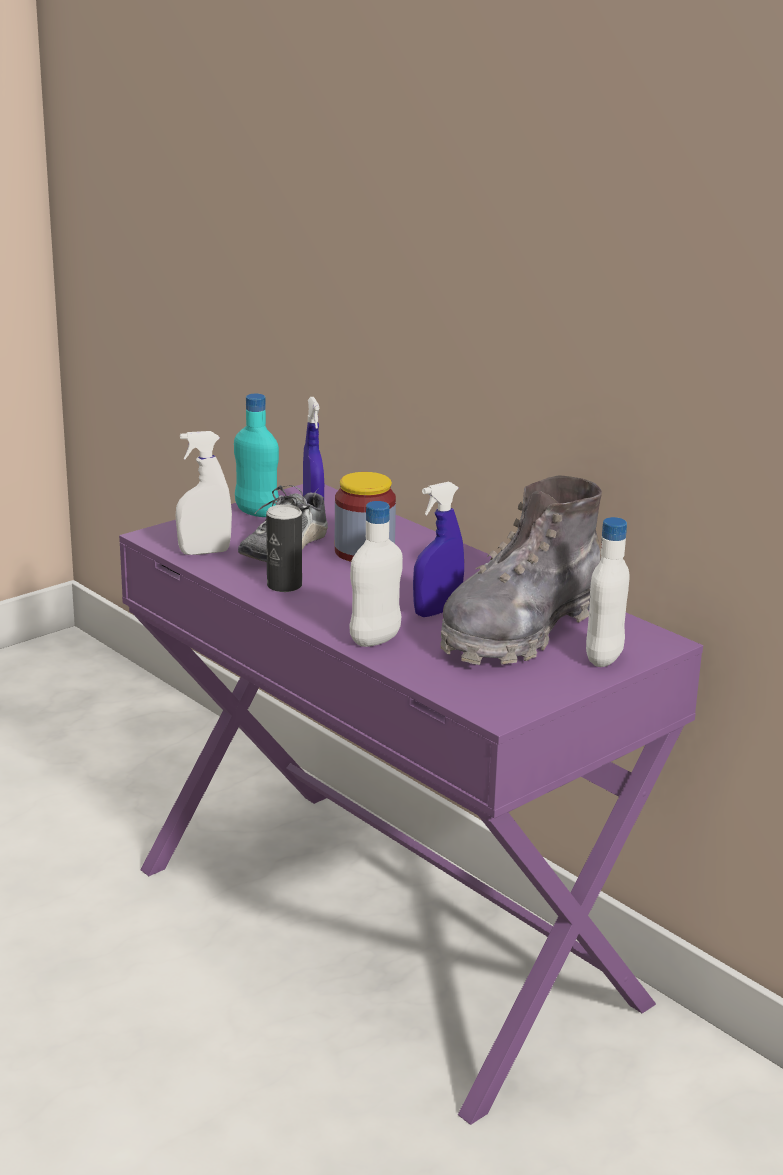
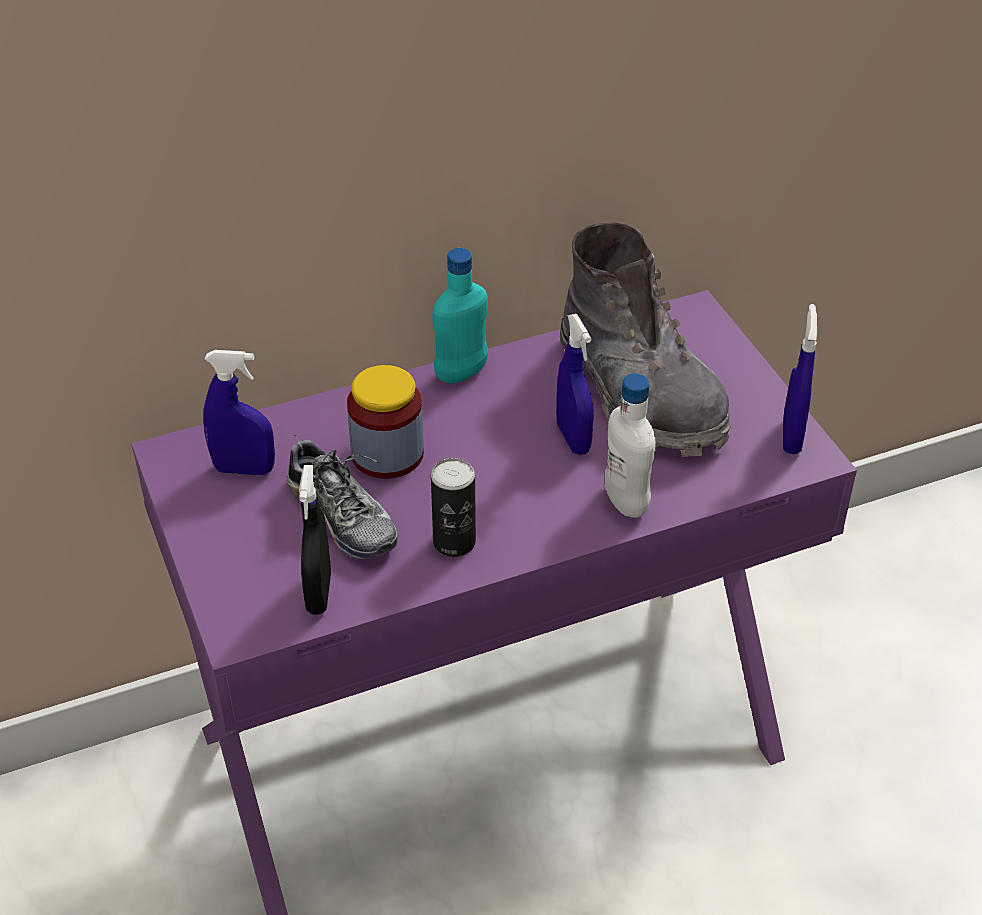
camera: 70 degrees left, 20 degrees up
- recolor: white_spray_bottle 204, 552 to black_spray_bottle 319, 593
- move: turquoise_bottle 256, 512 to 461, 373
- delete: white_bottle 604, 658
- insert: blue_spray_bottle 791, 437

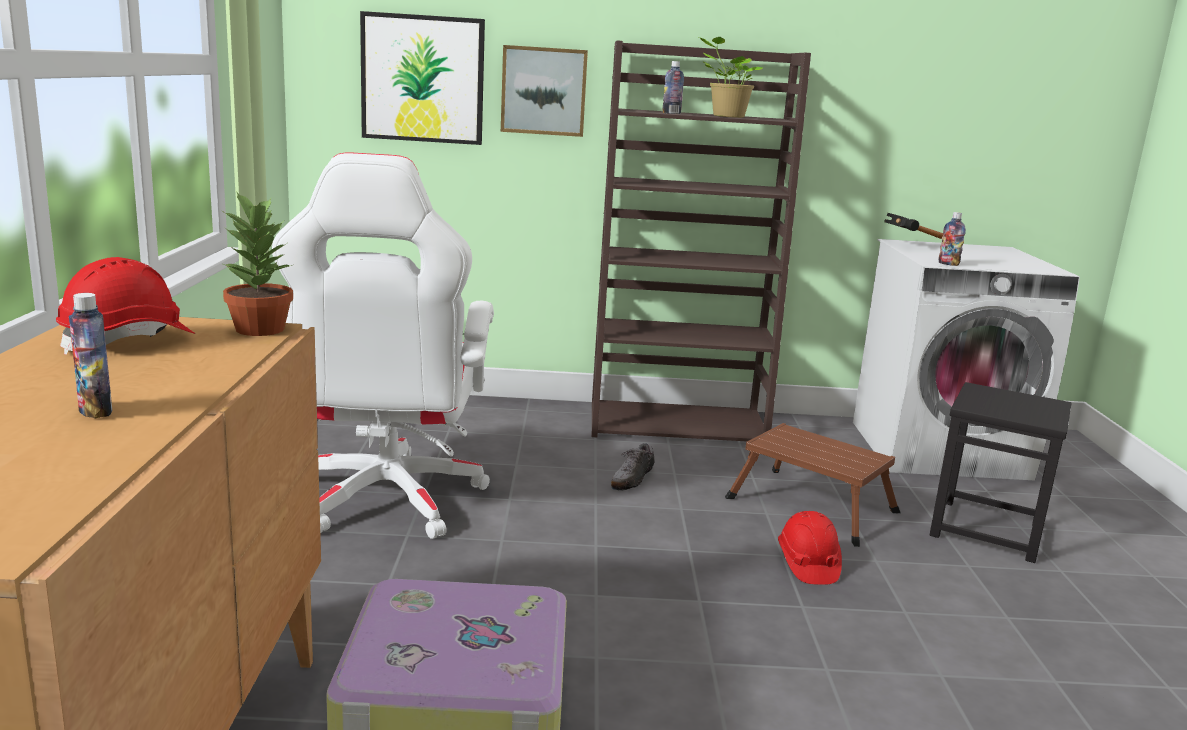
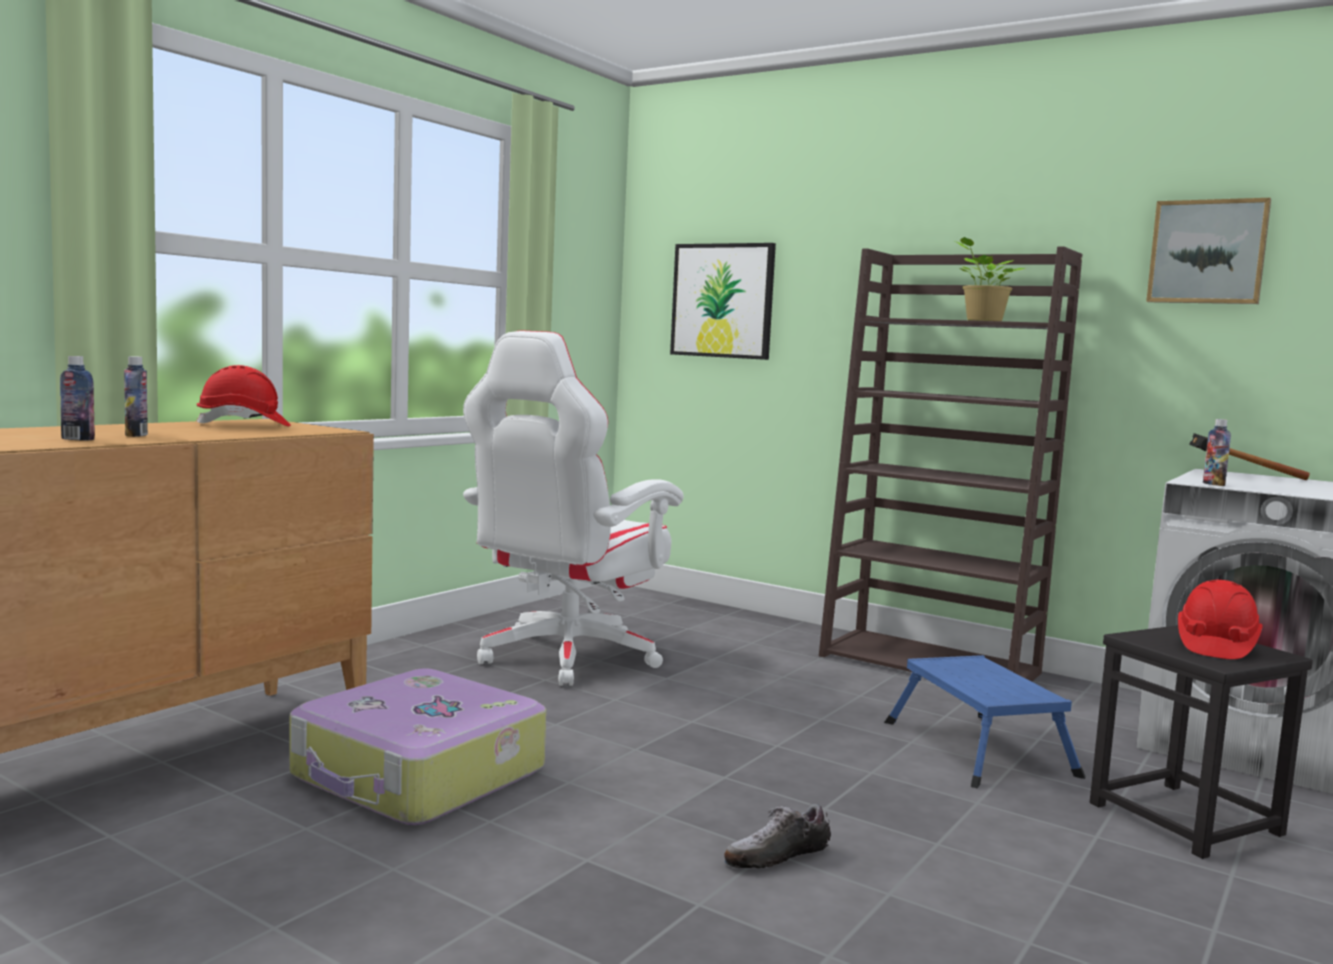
camera: 35 degrees right, 10 degrees down
- delete: potted_plant 260, 329
- move: picture 544, 91 to 1207, 252
- move: shoe 632, 479 to 776, 856
- move: bottle 671, 113 to 78, 439
- recolor: brown_step_ladder 811, 504 to blue_step_ladder 978, 748
- move: red_hard_hat 807, 564 to 1215, 646

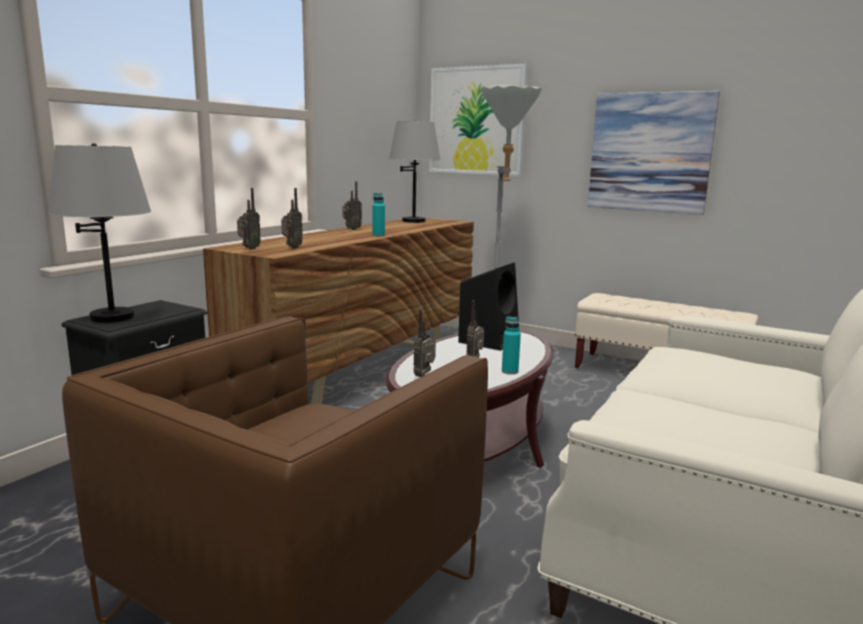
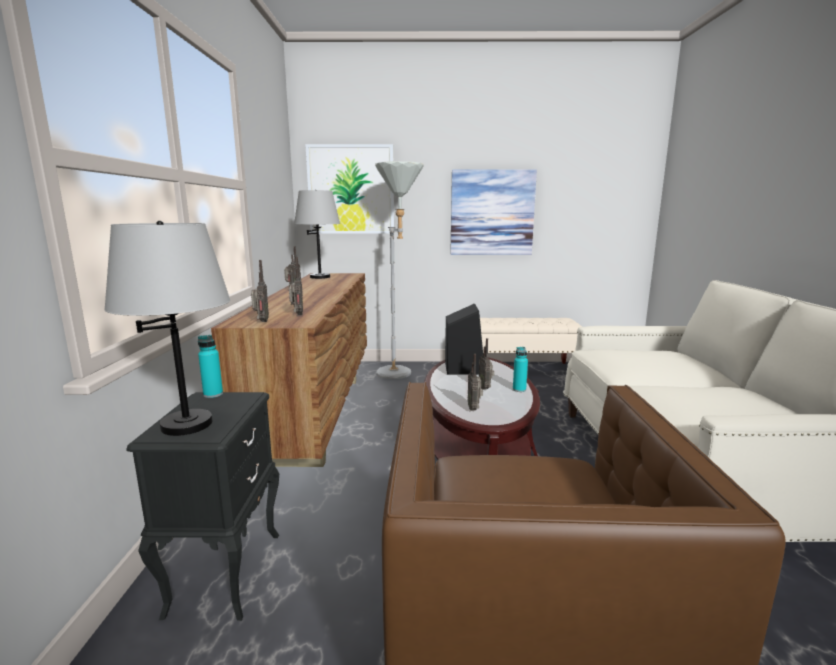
camera: 30 degrees left, 0 degrees up
- move: turquoise_bottle 378, 235 to 213, 394

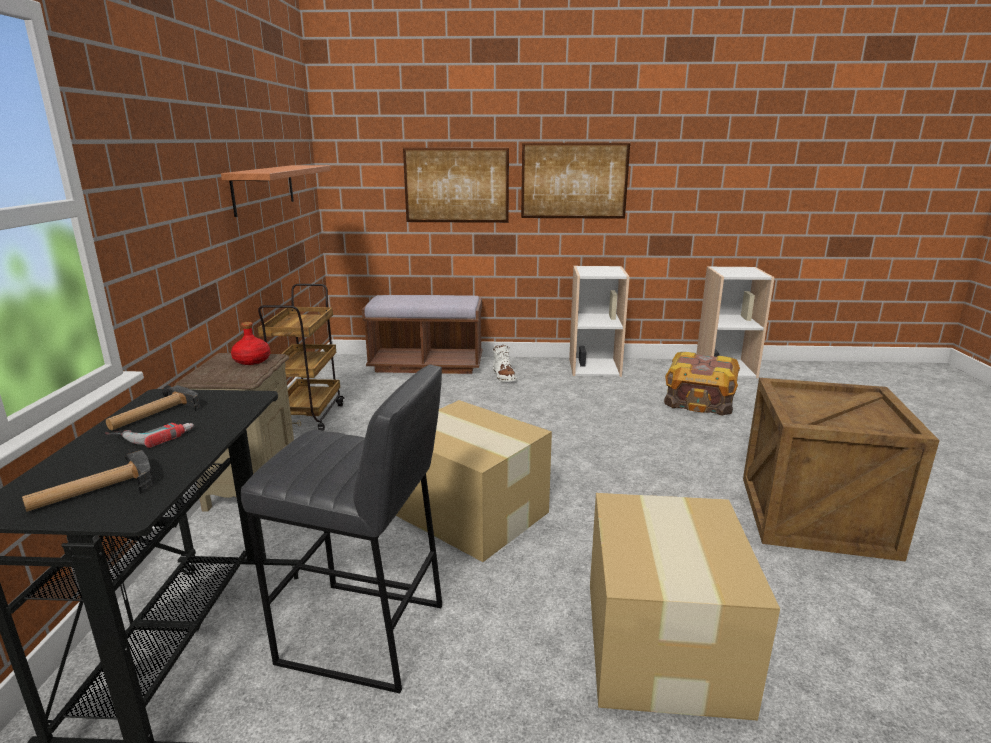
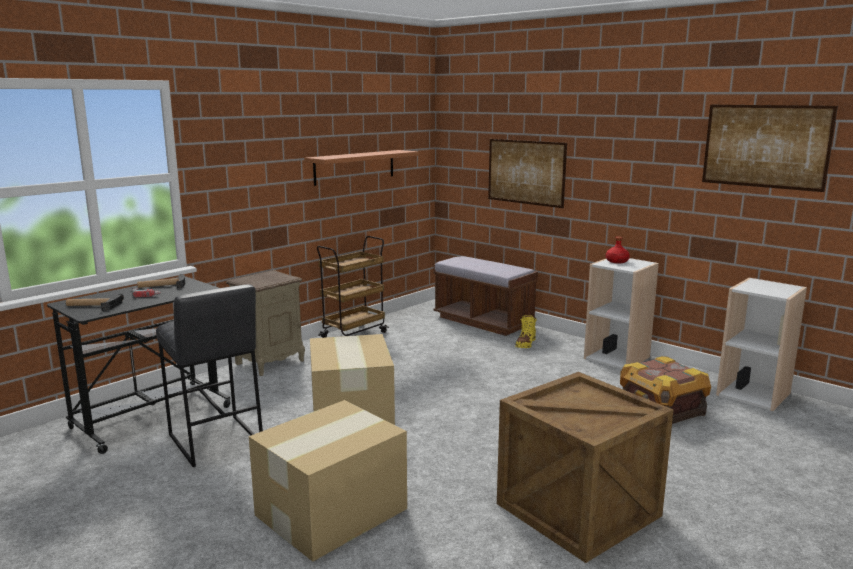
camera: 40 degrees right, 5 degrees down
- move: red_bottle 251, 360 to 617, 261
- recolor: white_boot 503, 376 to yellow_boot 525, 344
- move: picture 574, 181 to 765, 146

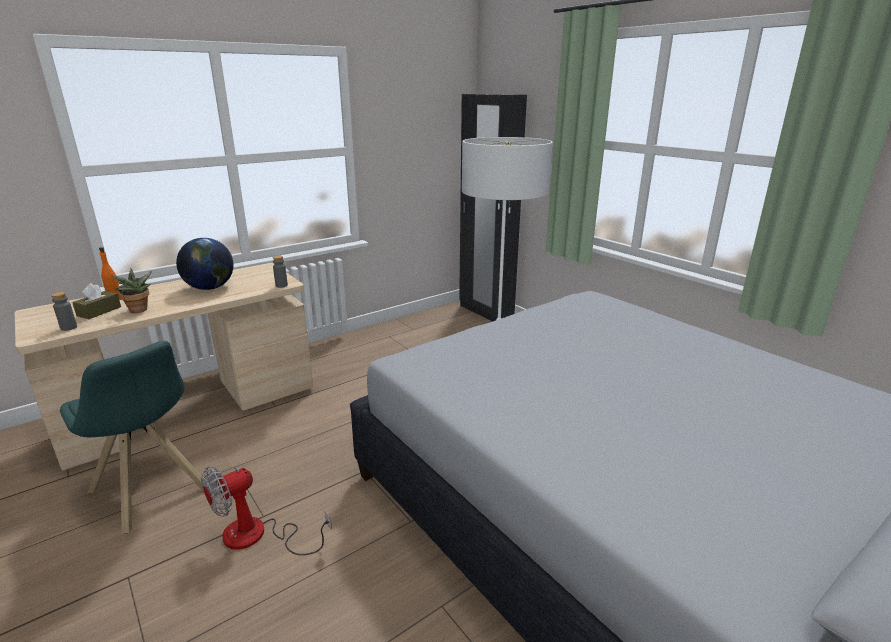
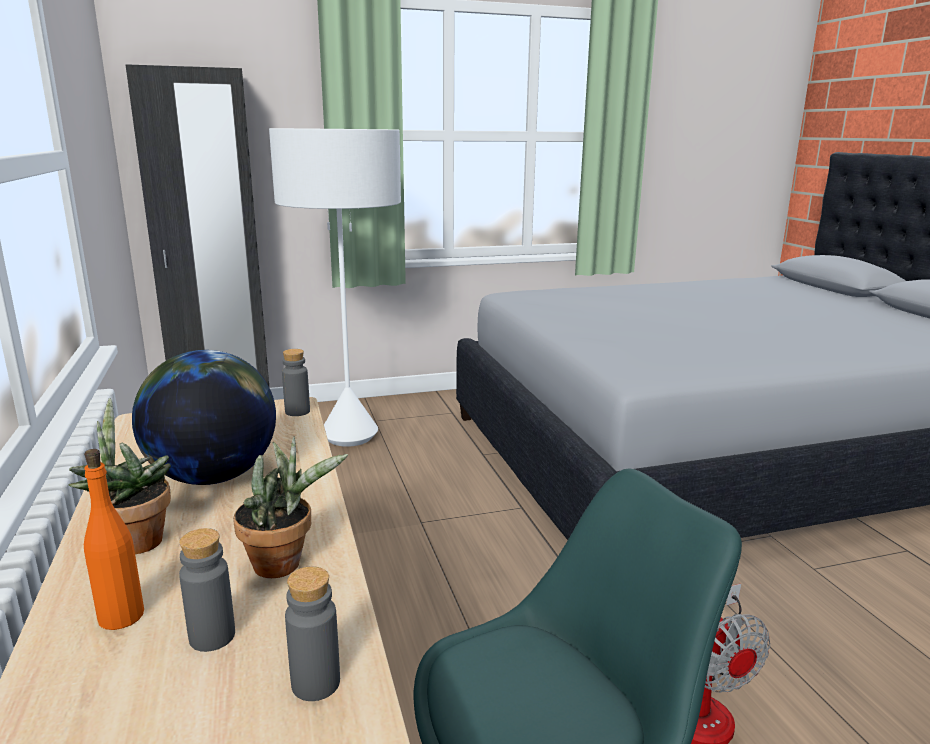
camera: 70 degrees left, 5 degrees down
- replace: brown_tissue_box 99, 311 to grey_bottle 212, 636
- insert: potted_plant 134, 540

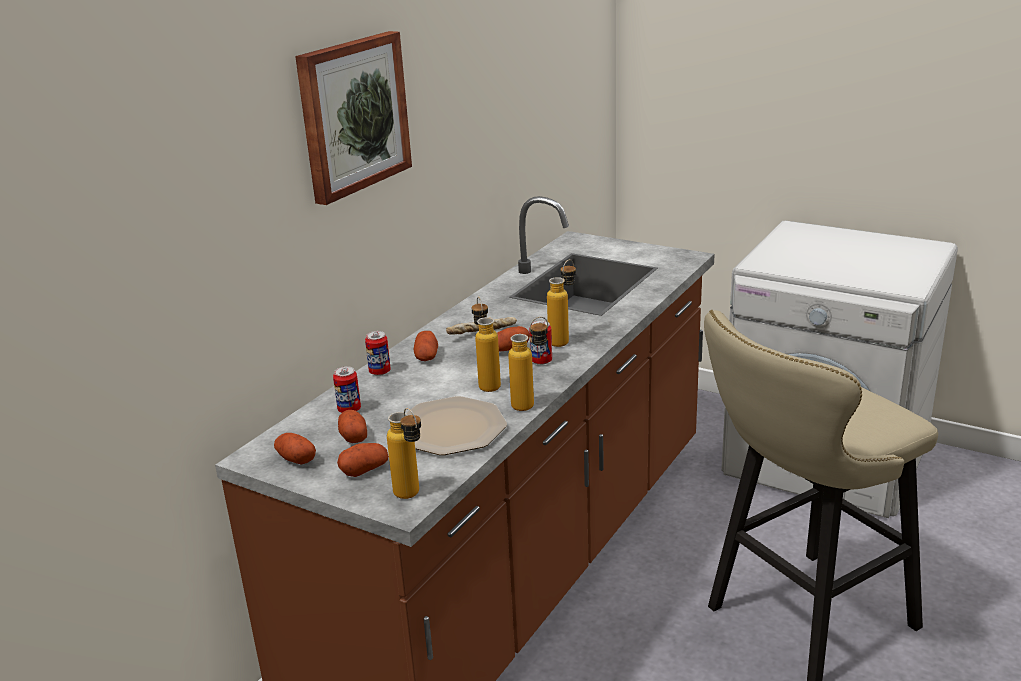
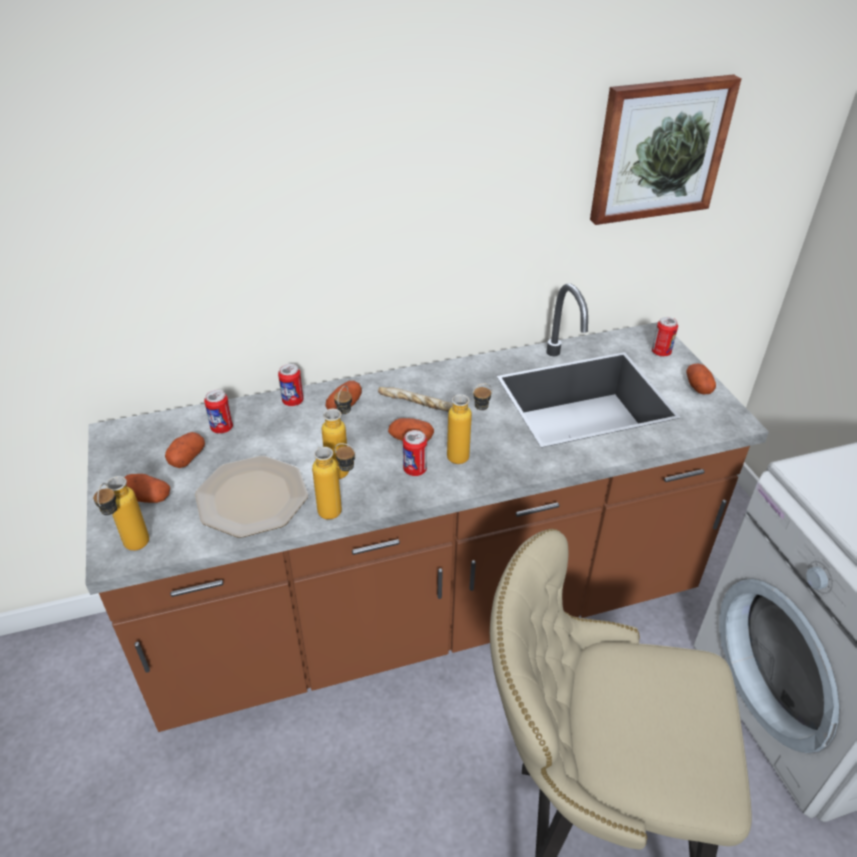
camera: 40 degrees right, 15 degrees up
- move: potato 296, 459 to 698, 387
- move: picture 352, 115 to 659, 149
- insert: can 661, 352

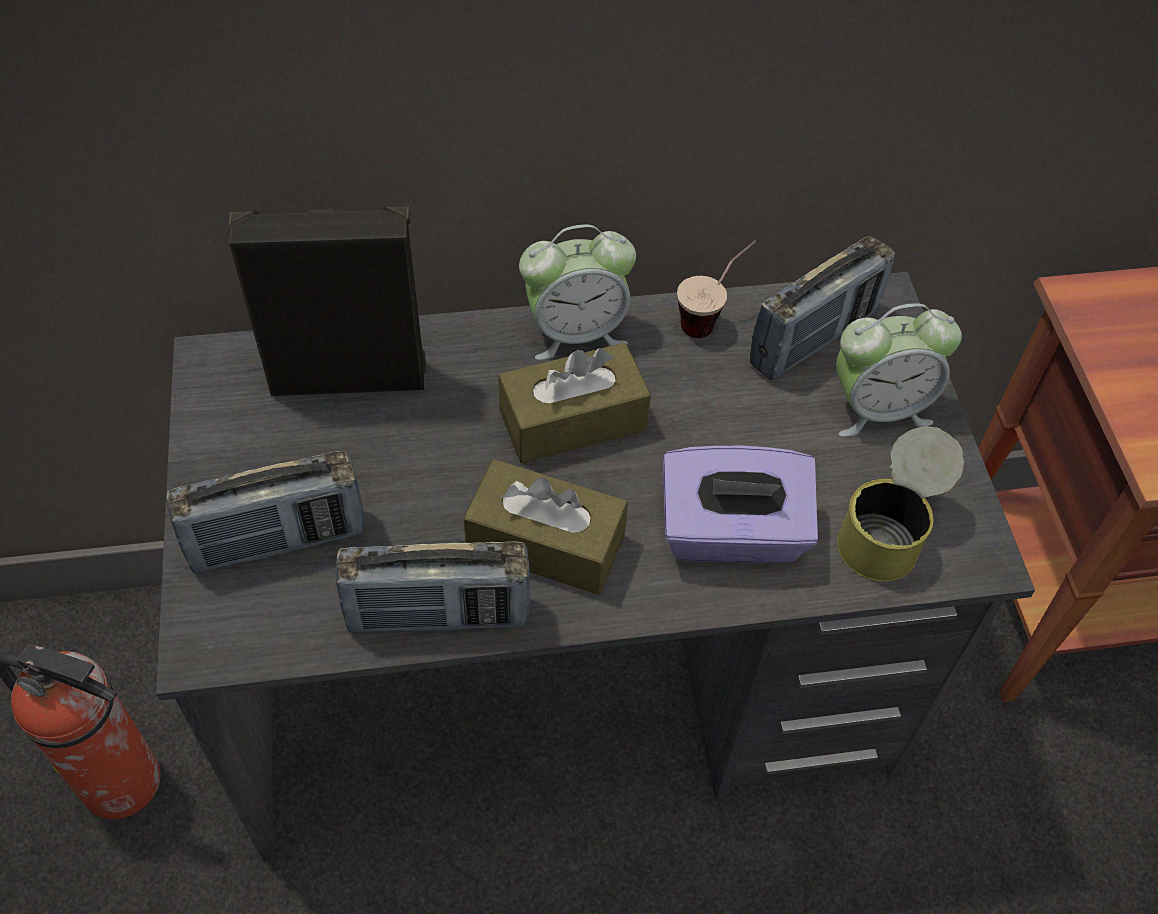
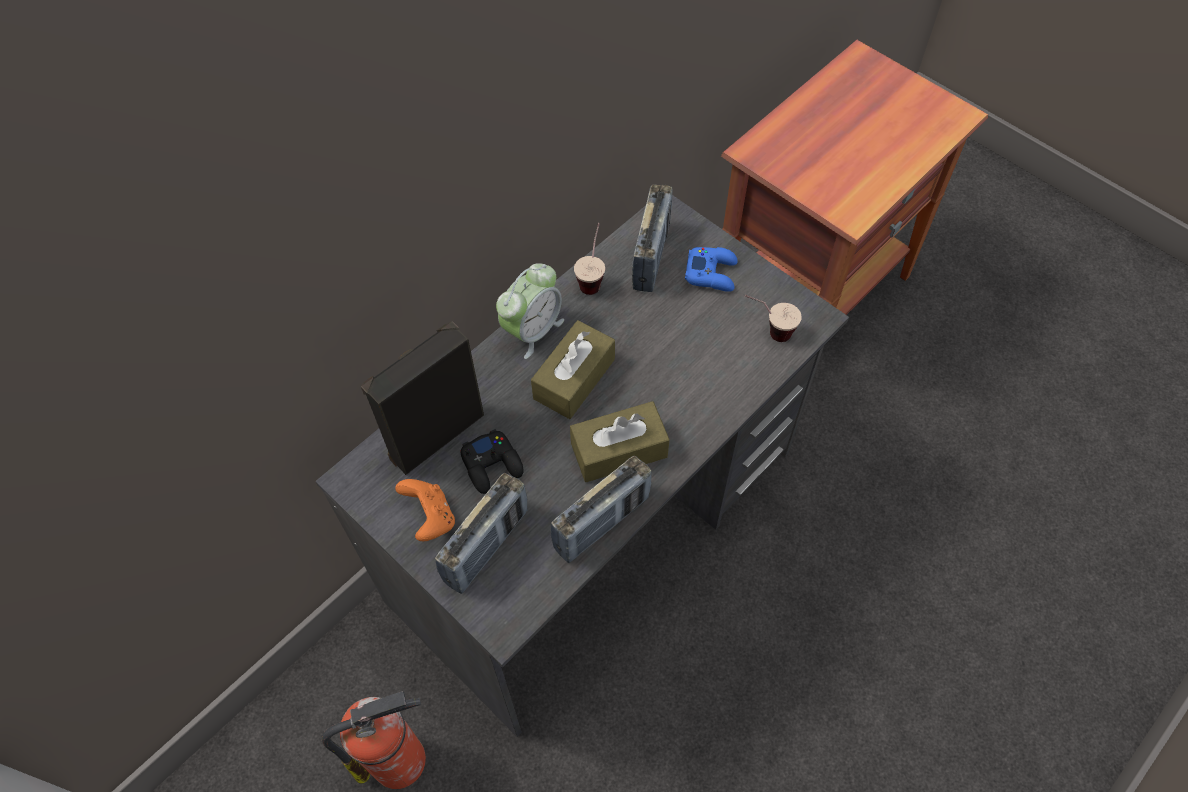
camera: 35 degrees left, 5 degrees up
- delete: purple_tissue_box 731, 534
- replace: alarm_clock 878, 408 to blue_game_controller 711, 273
- replace: can 890, 530 to cup 767, 331
- insert: orange_game_controller 430, 517
- insert: black_game_controller 492, 465

